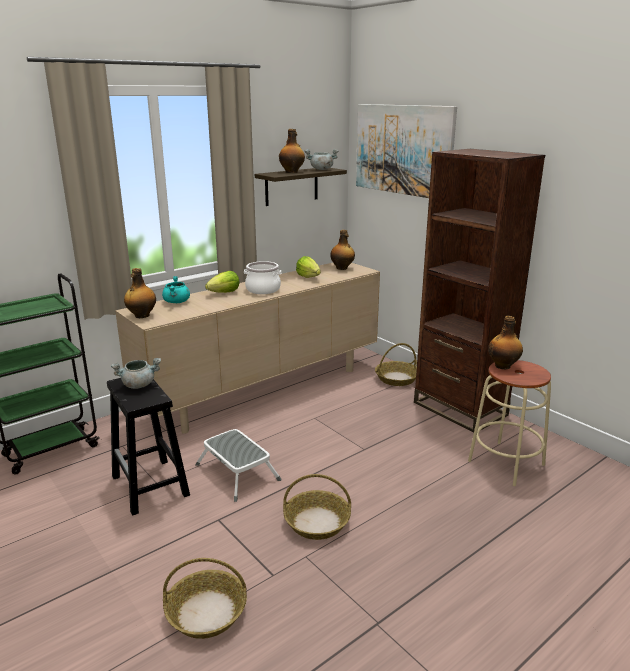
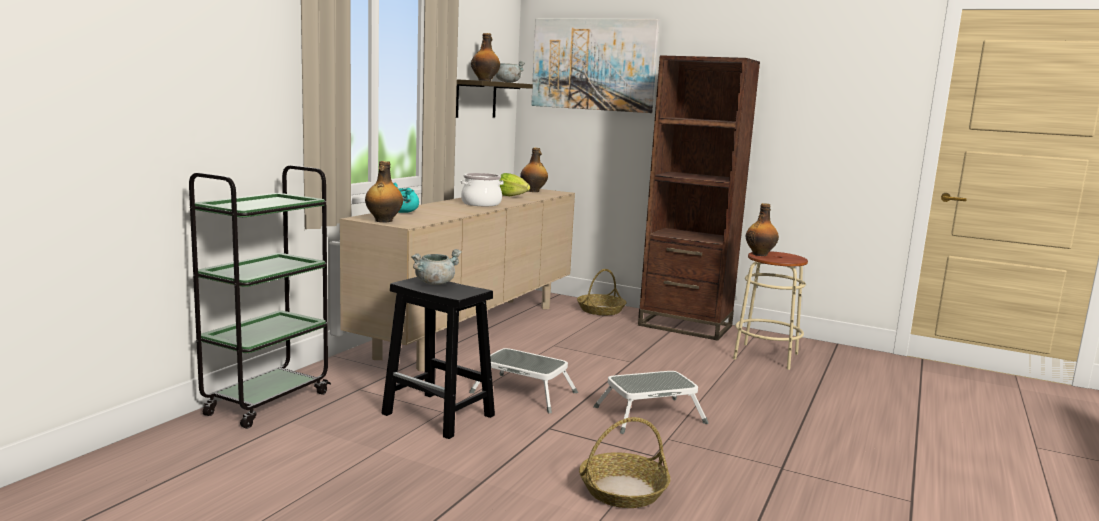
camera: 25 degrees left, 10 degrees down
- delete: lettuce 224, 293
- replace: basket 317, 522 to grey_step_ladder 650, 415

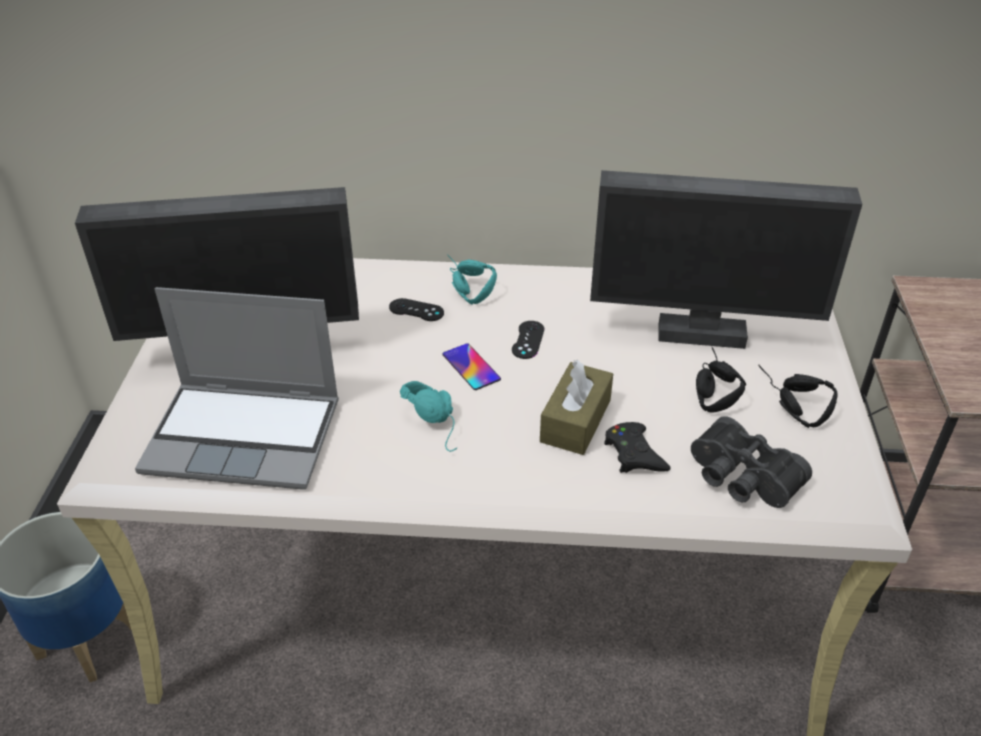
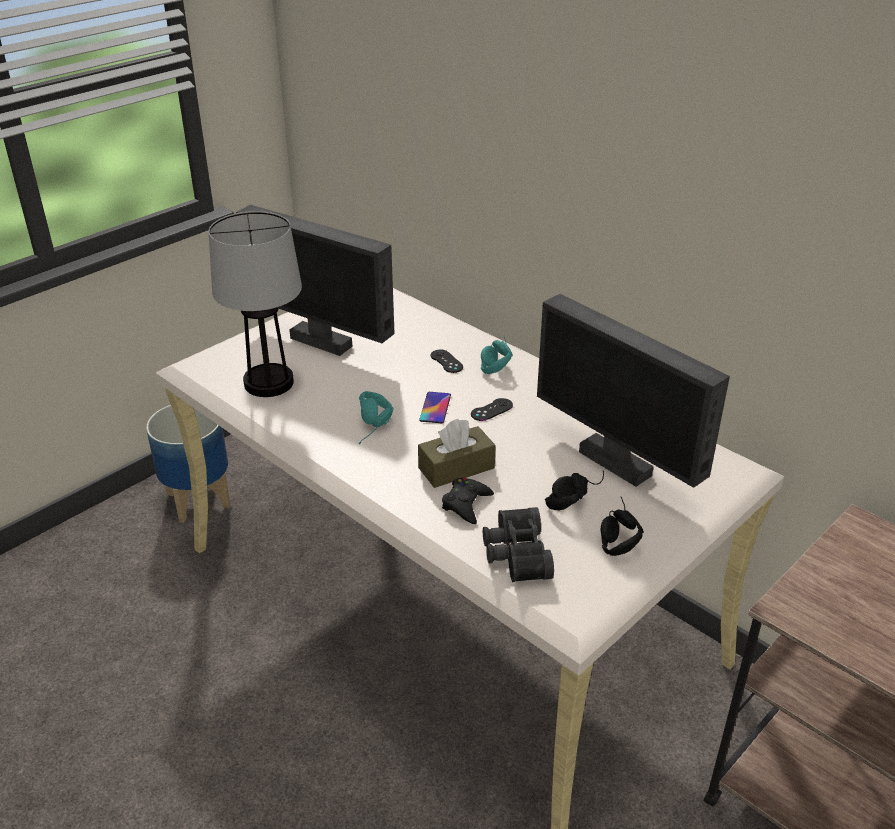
camera: 40 degrees right, 5 degrees down
- replace: laptop 246, 436 to table_lamp 270, 383

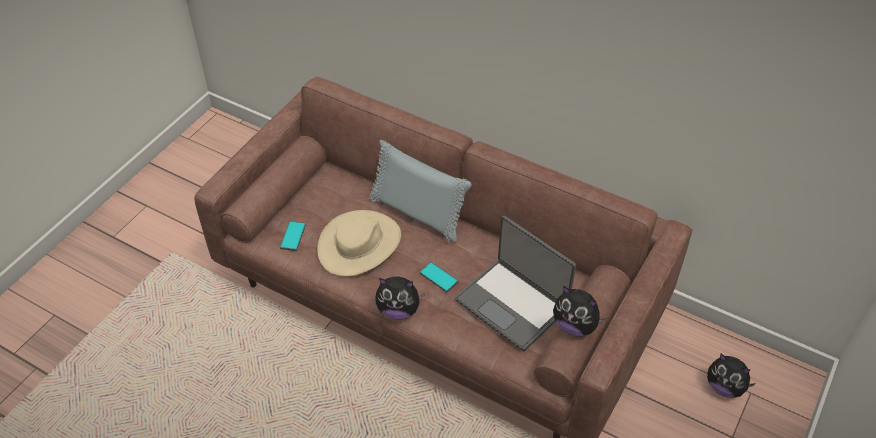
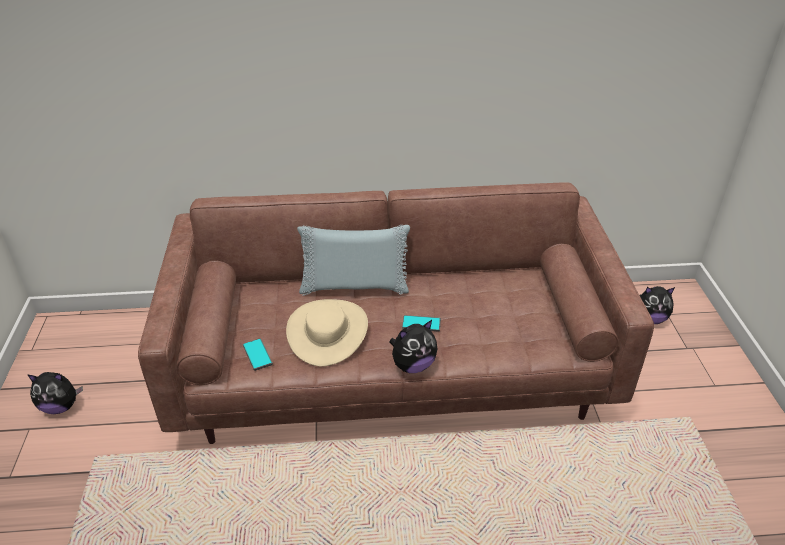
camera: 35 degrees left, 10 degrees down
- delete: laptop 512, 304
- move: plush_toy 575, 326 to 61, 406

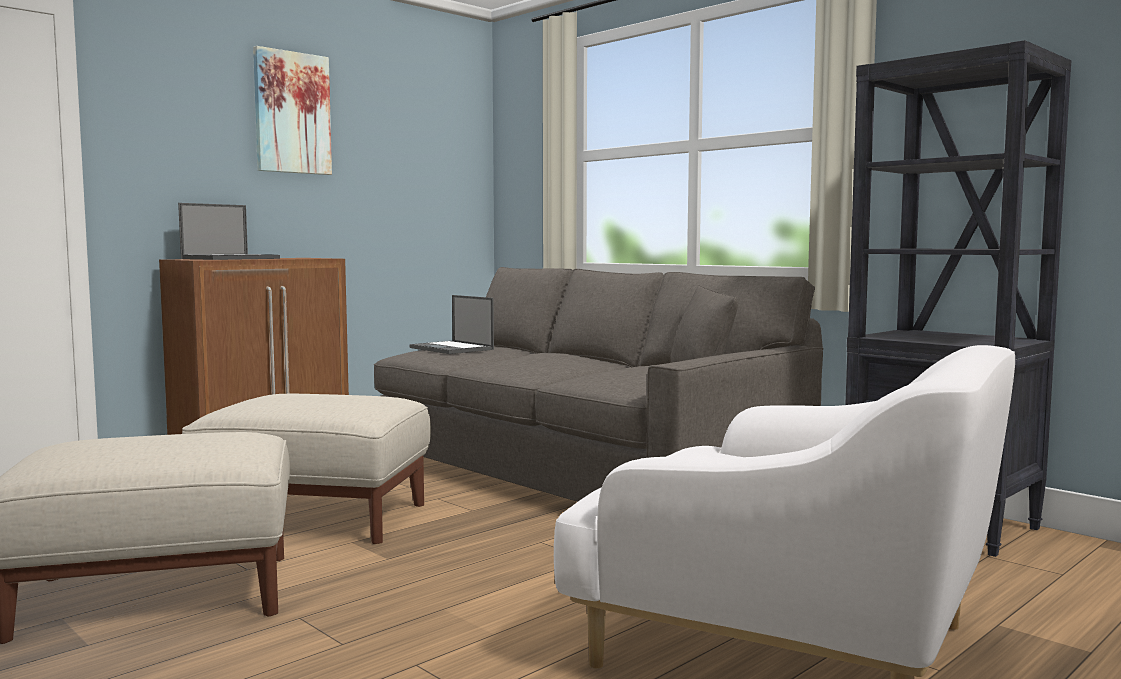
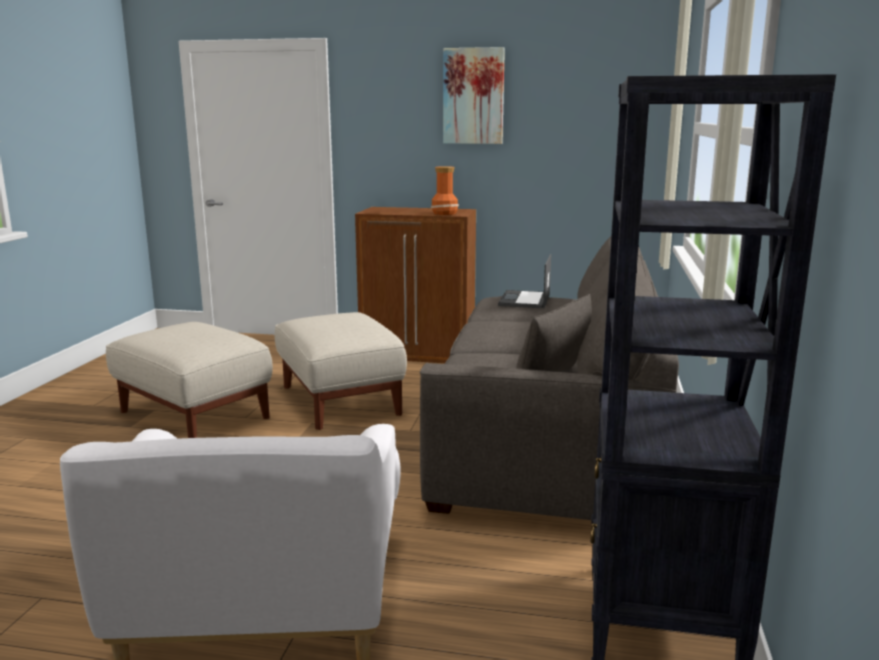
camera: 55 degrees right, 10 degrees up
- delete: laptop 231, 258
- insert: vase 444, 213

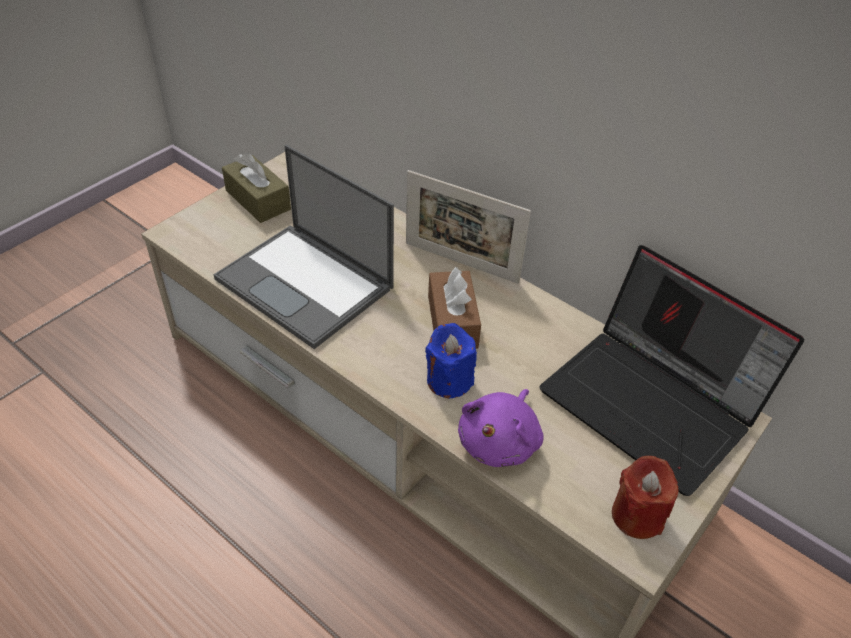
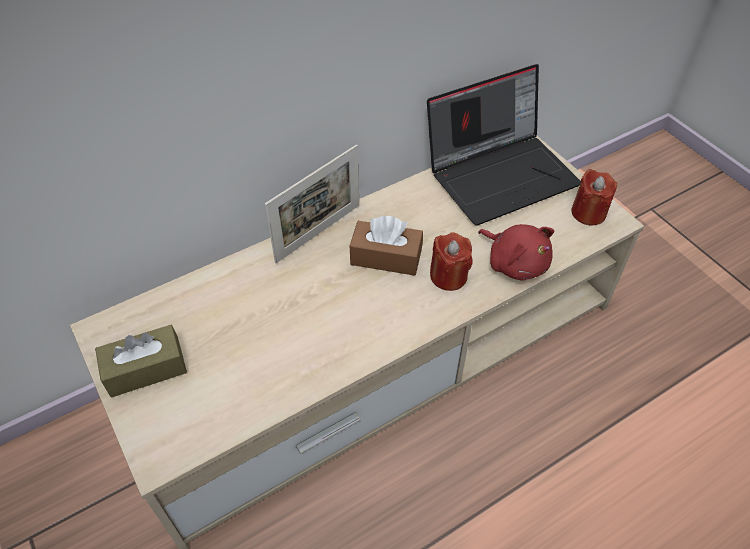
camera: 70 degrees left, 5 degrees up
- delete: laptop 306, 284
- recolor: blue_candle 449, 380 to red_candle 448, 276
- recolor: purple_plush_toy 500, 442 to red_plush_toy 515, 262

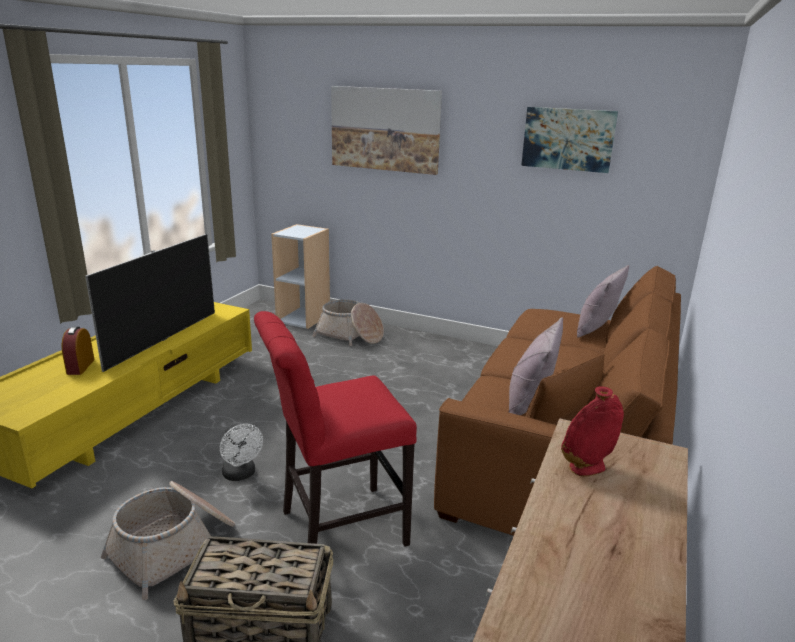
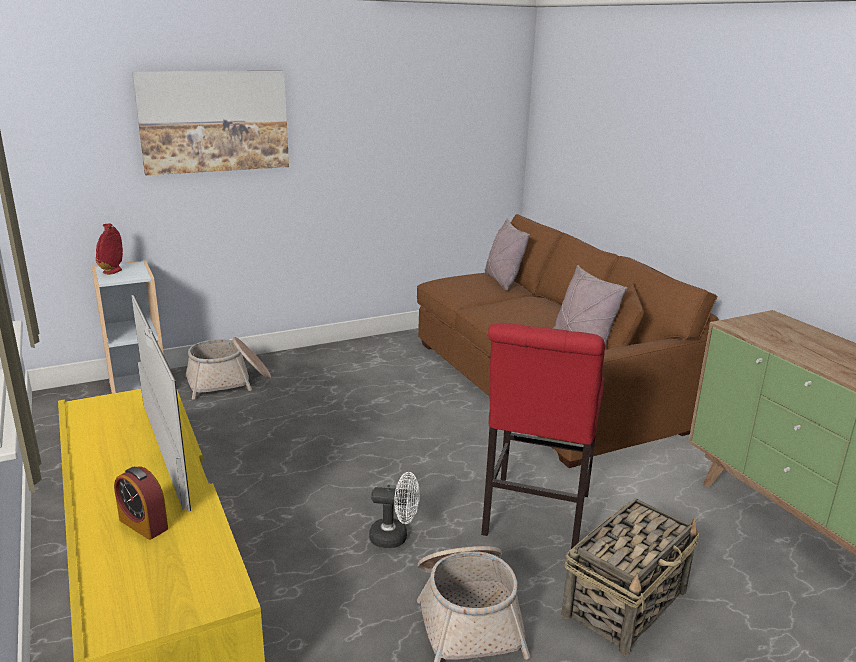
camera: 50 degrees left, 0 degrees up
- delete: picture 568, 139
- move: red_vase 586, 468 to 112, 271

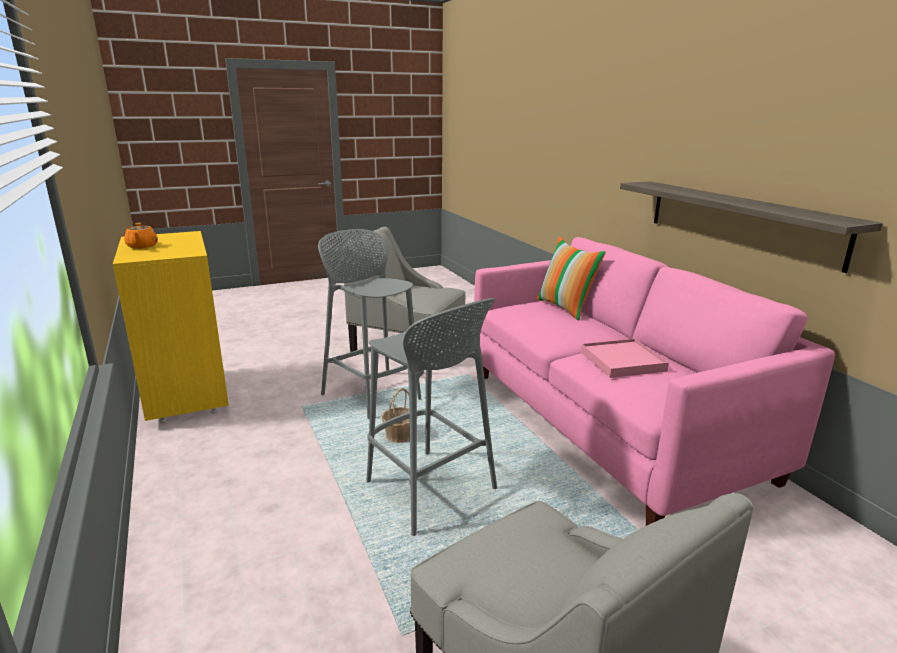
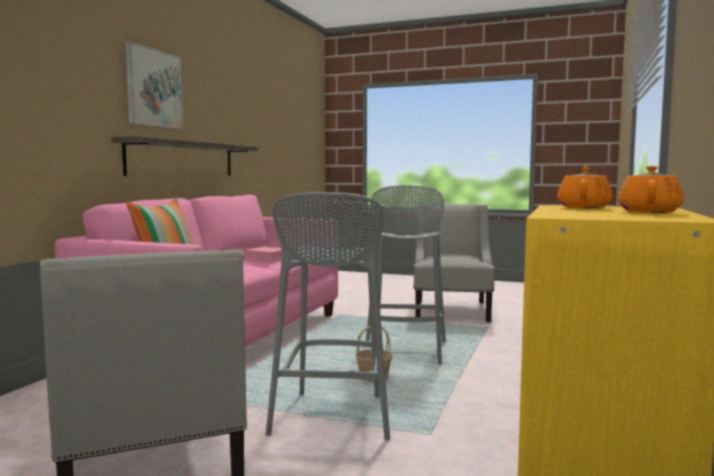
camera: 135 degrees left, 15 degrees down
- insert: picture 154, 88
- insert: orange_teapot 584, 207

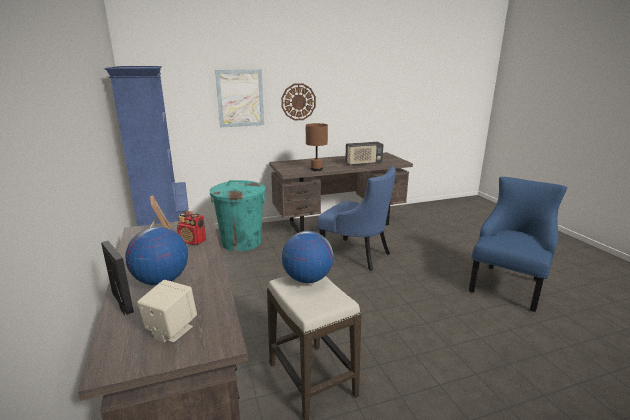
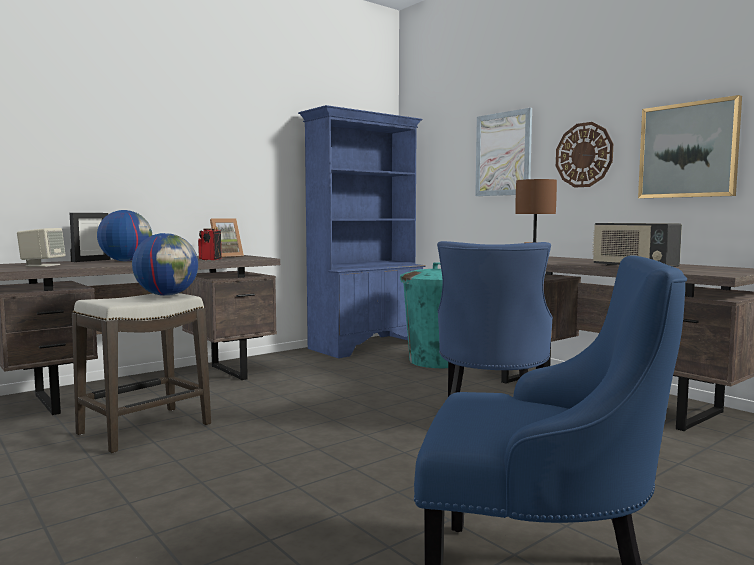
camera: 70 degrees right, 15 degrees down
- insert: picture 688, 150

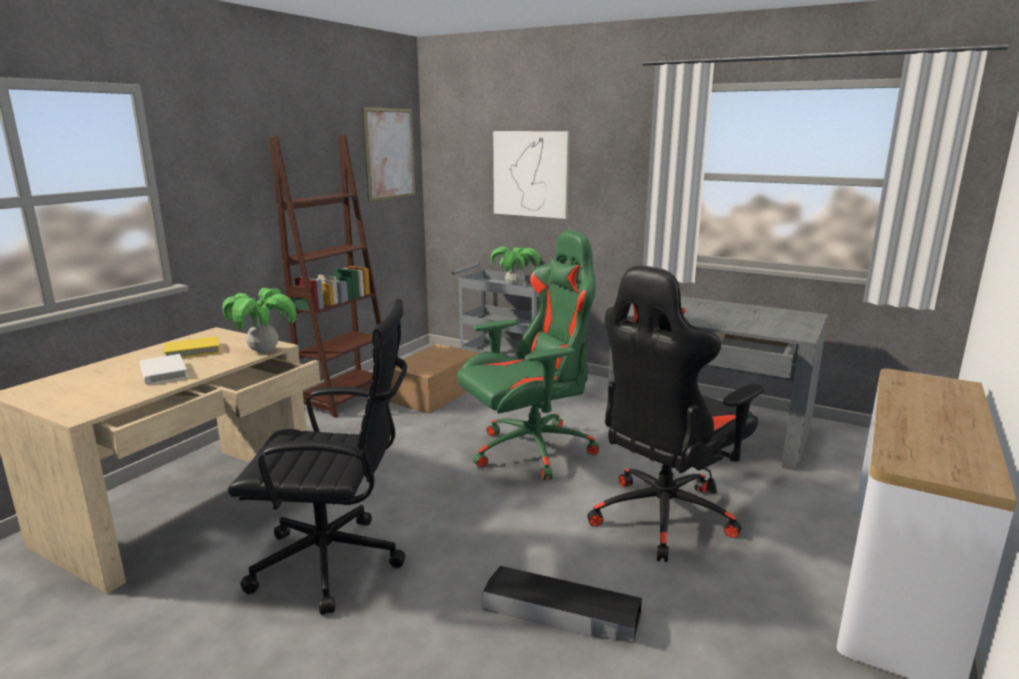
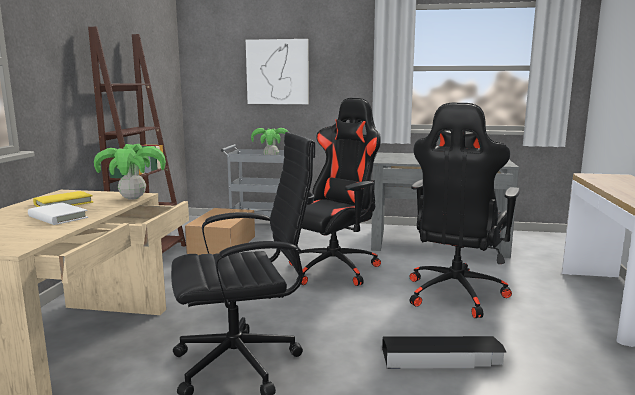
camera: 20 degrees left, 5 degrees down
- delete: picture 390, 153
- recolor: green_office_chair 525, 453 to black_office_chair 328, 272

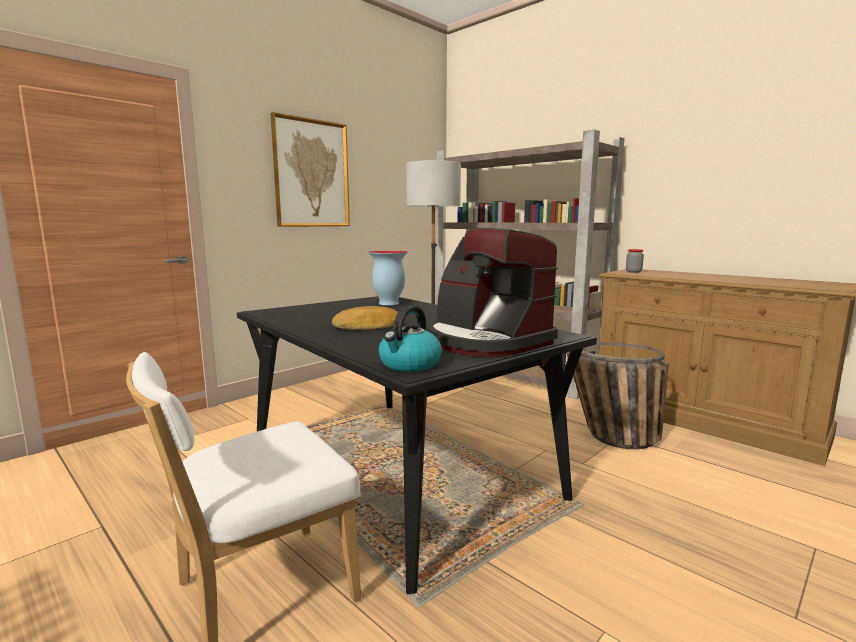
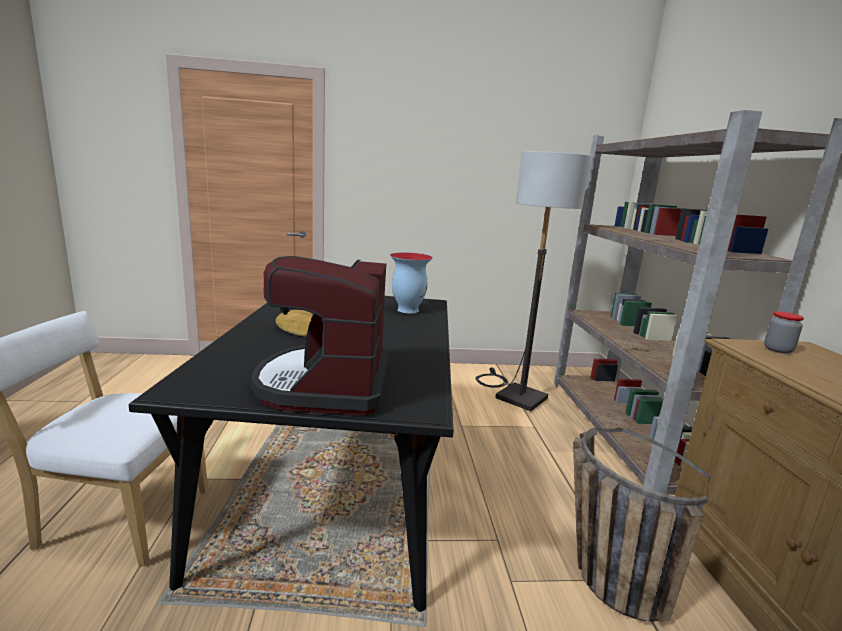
camera: 40 degrees right, 5 degrees up
- delete: picture 311, 174
- delete: kettle 409, 365

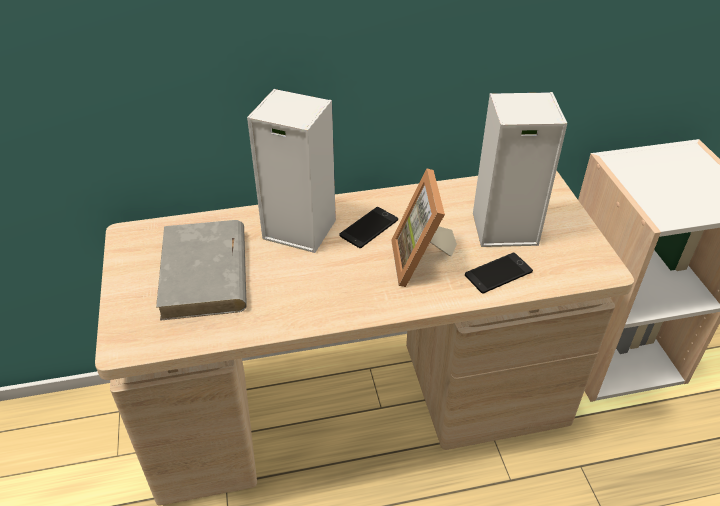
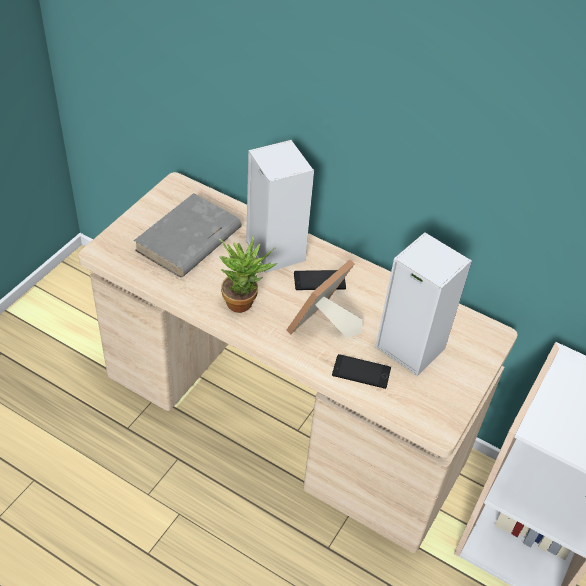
camera: 40 degrees right, 5 degrees up
- insert: potted_plant 244, 301

